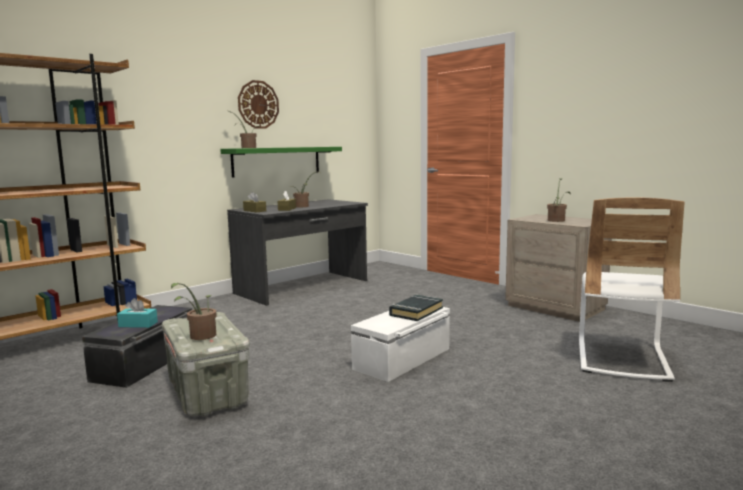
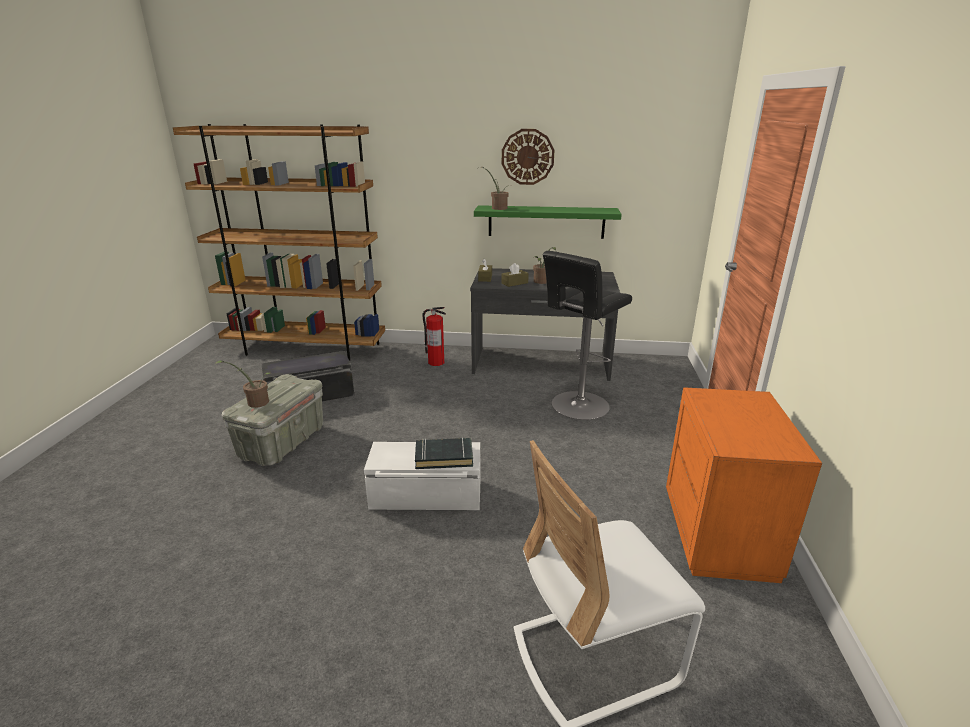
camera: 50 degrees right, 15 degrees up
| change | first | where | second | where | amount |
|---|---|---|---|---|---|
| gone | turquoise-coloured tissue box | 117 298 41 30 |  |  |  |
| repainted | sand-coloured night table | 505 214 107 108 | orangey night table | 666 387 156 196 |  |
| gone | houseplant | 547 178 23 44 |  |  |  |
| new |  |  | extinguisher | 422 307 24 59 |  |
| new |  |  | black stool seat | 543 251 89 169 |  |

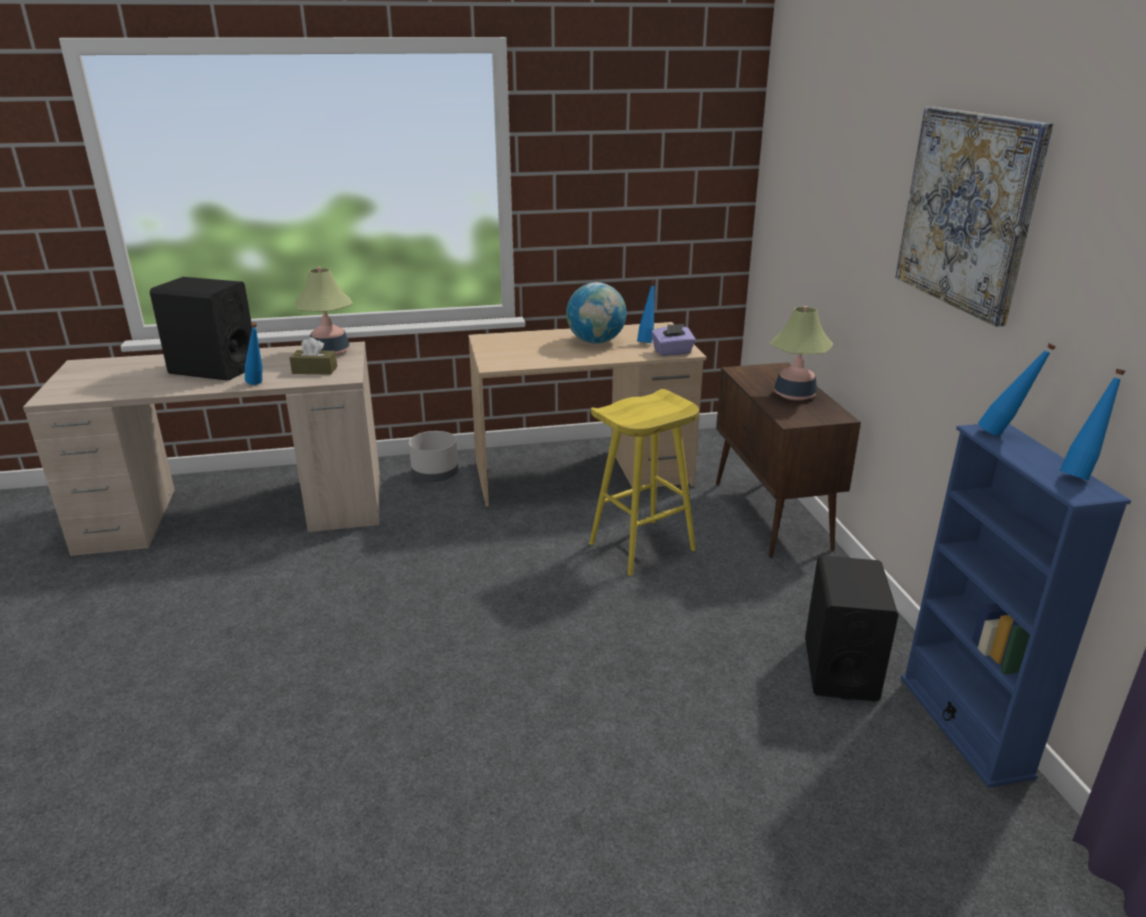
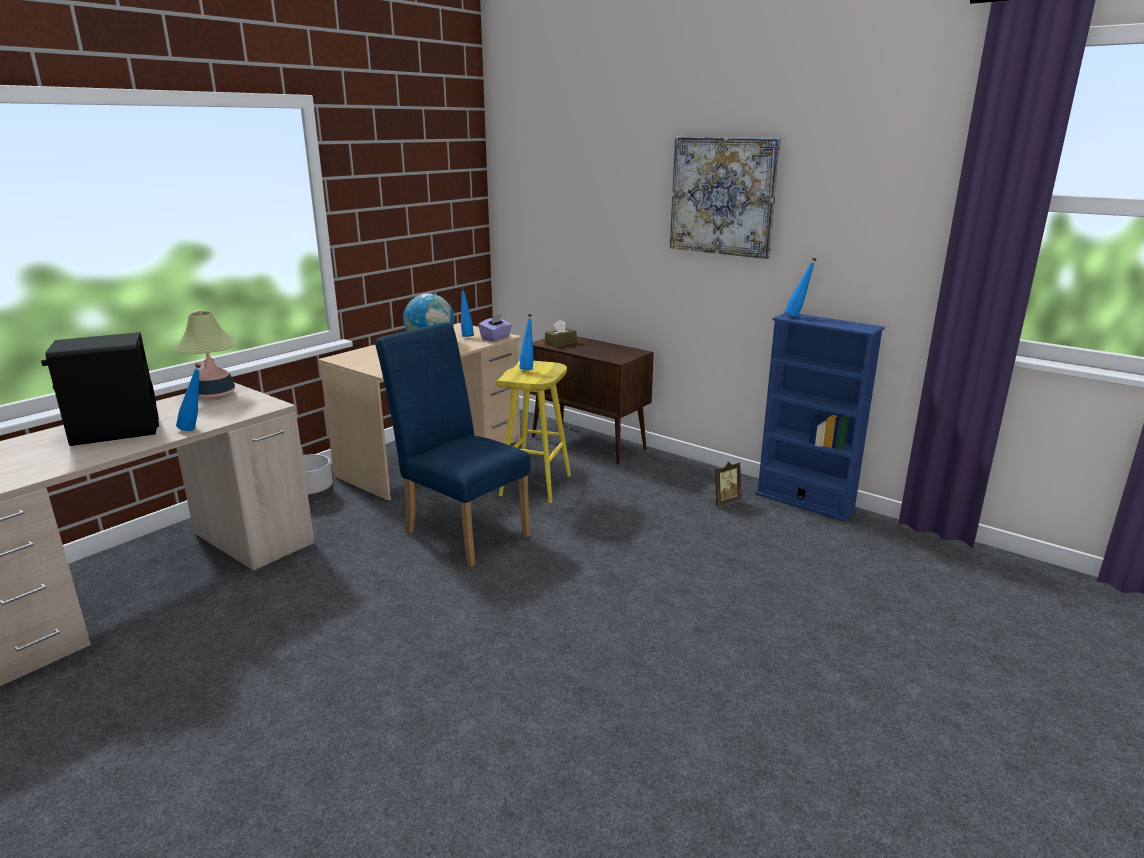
camera: 40 degrees left, 5 degrees down
| change | first | where | second | where | amount |
|---|---|---|---|---|---|
| shifted | brown tissue box | 289 337 48 38 |  | 545 319 32 28 |  |
| gone | tabletop lamp | 769 306 64 95 |  |  |  |
| swapped | black loudspeaker | 805 556 94 146 | photo frame | 710 462 31 45 |  |
| shifted | bluish beverage bottle | 1060 369 66 111 |  | 519 314 15 56 |  |
| new |  |  | bluish plain chair | 375 322 156 245 |  |

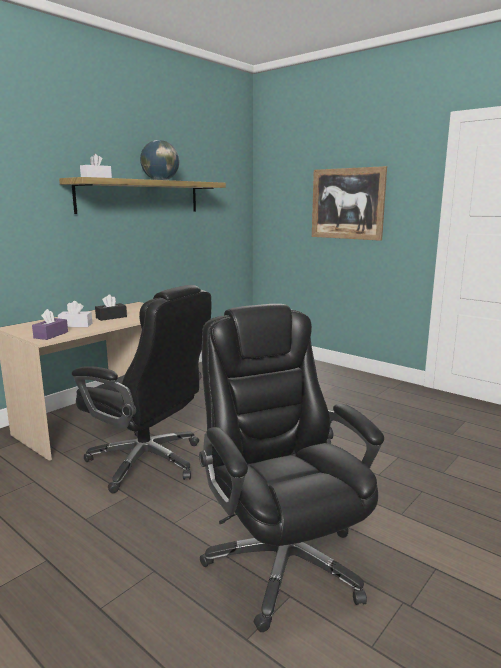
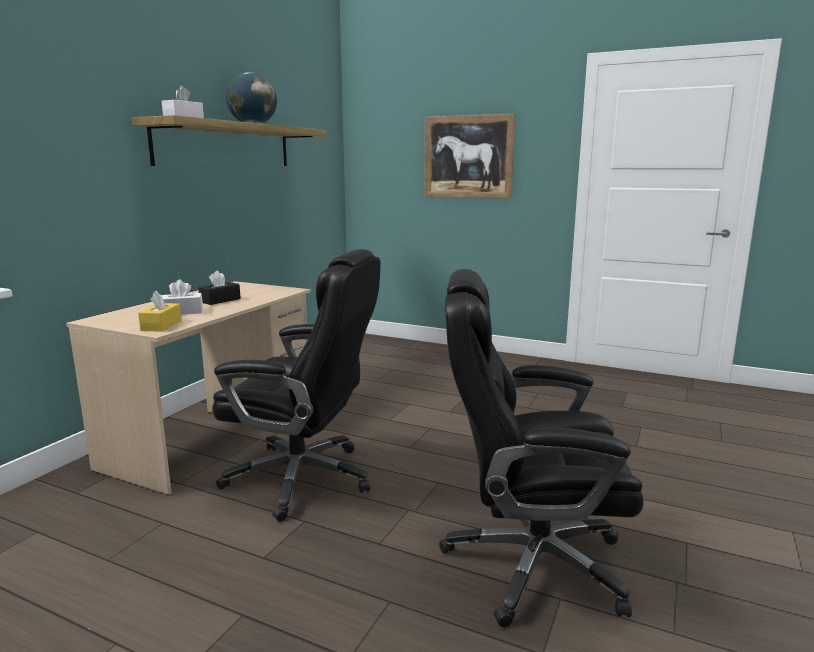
camera: 15 degrees left, 0 degrees up
| change | first | where | second | where | amount |
|---|---|---|---|---|---|
| repainted | purple-coloured tissue box | 32 309 36 31 | yellowish tissue box | 138 291 43 41 |  |
| rotated | black office chair | 199 304 185 328 |  | 439 269 205 358 | 45 degrees counterclockwise |

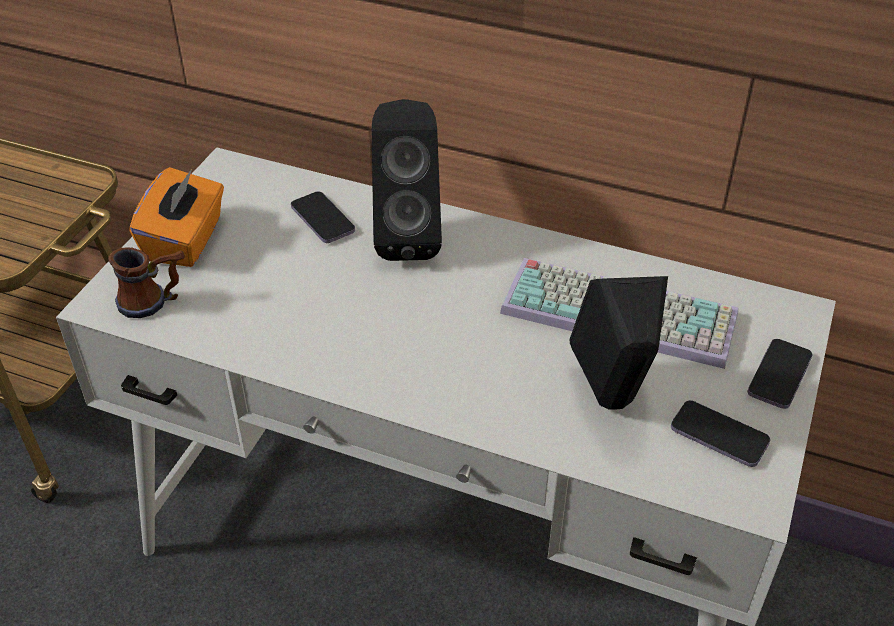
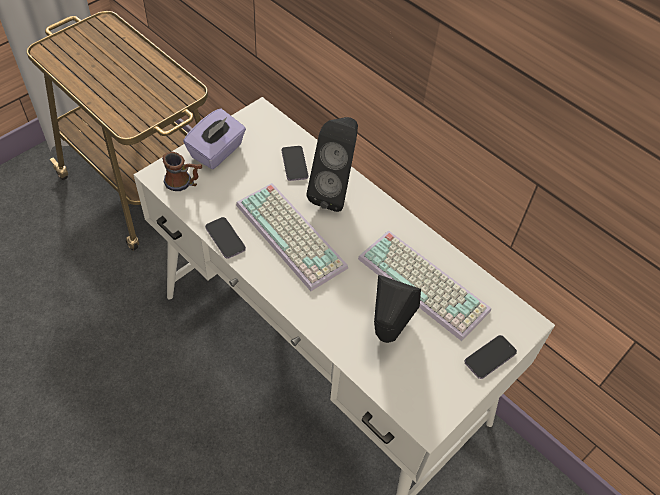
camera: 20 degrees right, 10 degrees up
| change | first | where | second | where | amount |
|---|---|---|---|---|---|
| repainted | orangey tissue box | 129 167 95 100 | purple-coloured tissue box | 183 108 63 61 |  |
| shifted | phone | 671 400 99 67 |  | 205 217 41 42 |  |
| new |  |  | PC keyboard | 236 183 112 108 |  |

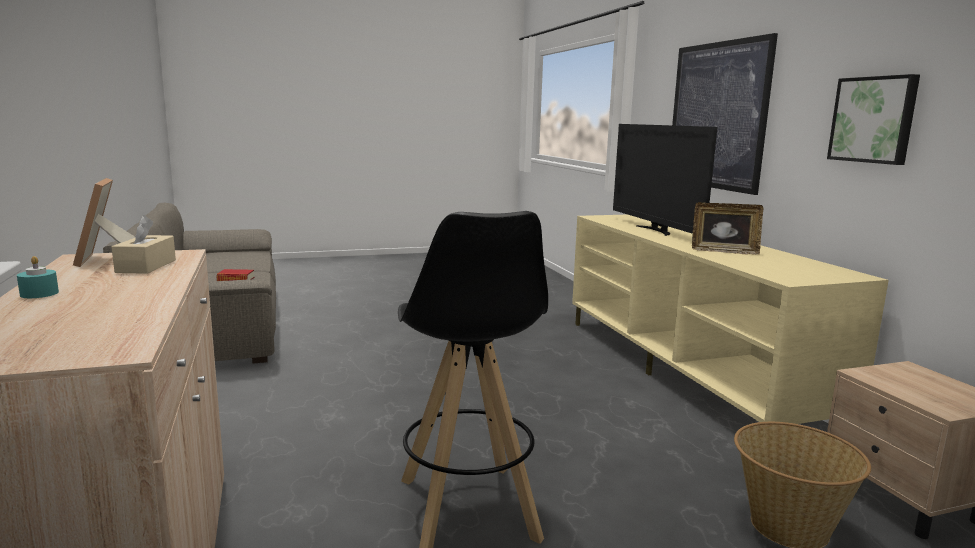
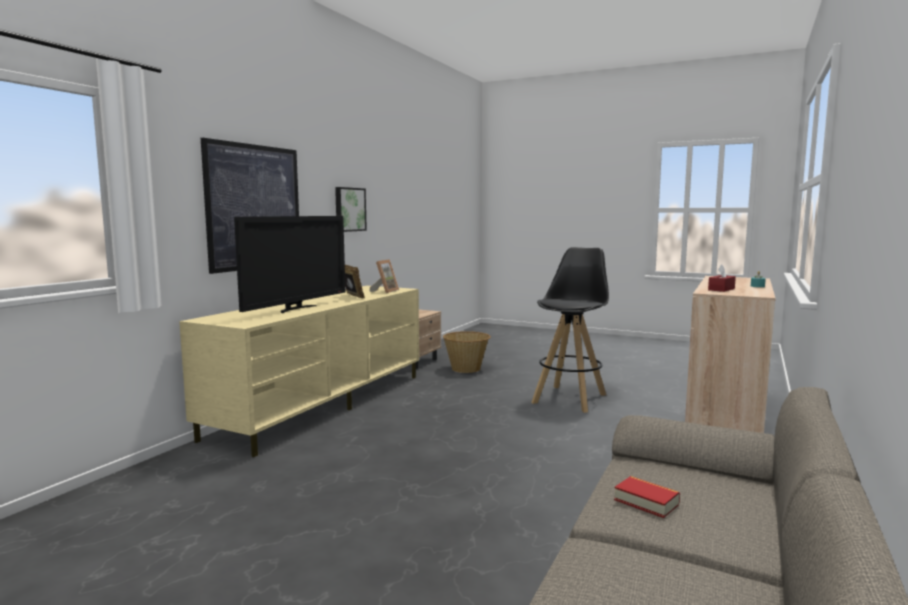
camera: 135 degrees left, 5 degrees down
| change | first | where | second | where | amount |
|---|---|---|---|---|---|
| shifted | photo frame | 73 178 63 89 |  | 370 259 29 34 |  |
| repainted | sand-coloured tissue box | 112 215 64 59 | reddish tissue box | 708 265 28 27 |  |

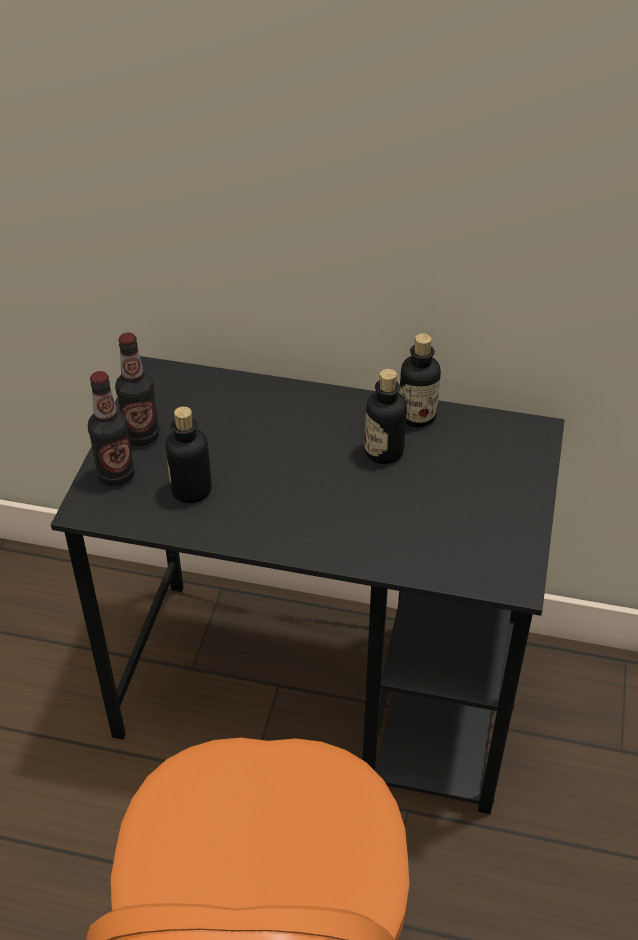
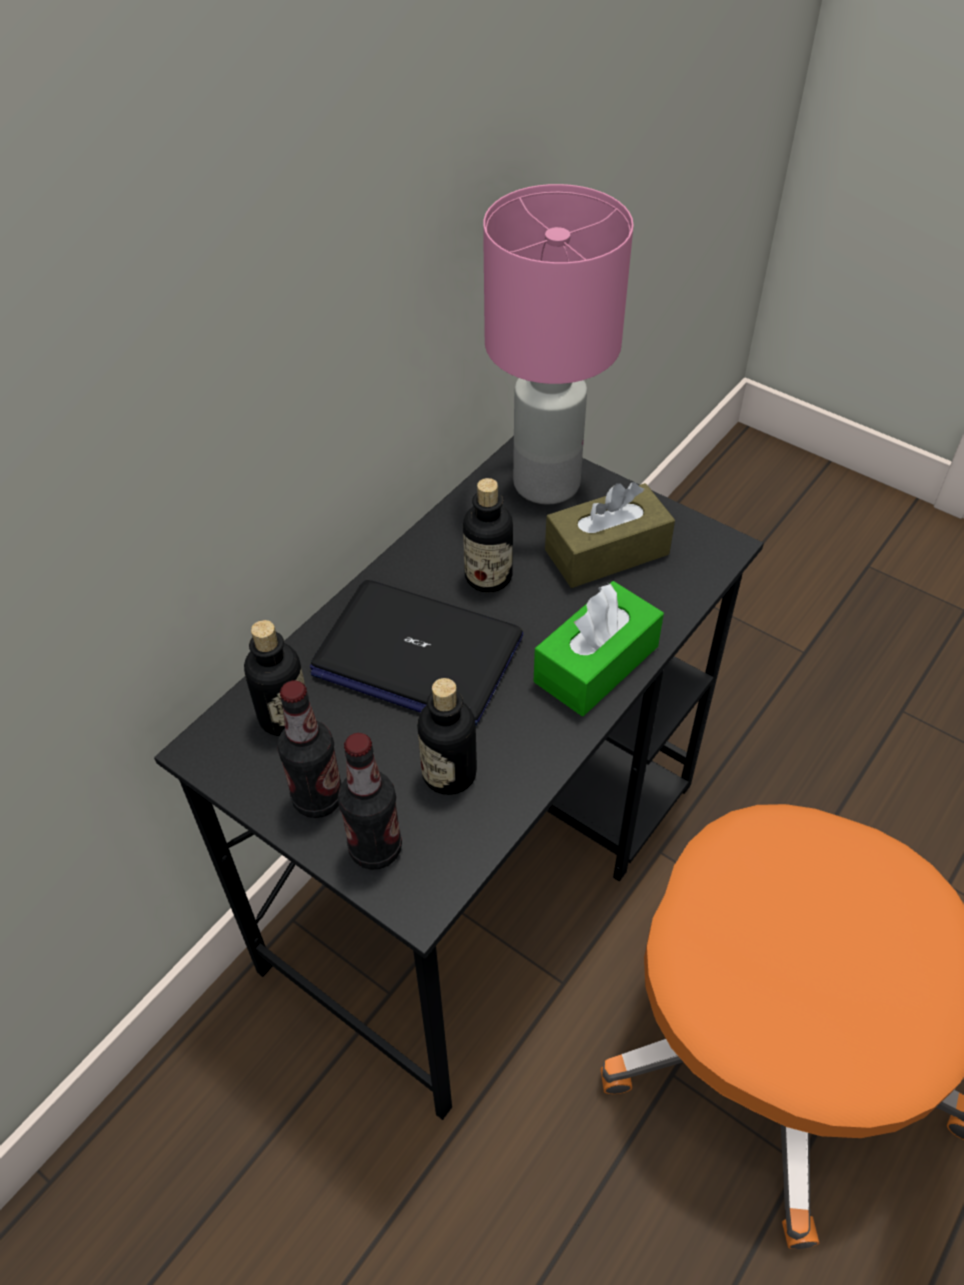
camera: 65 degrees left, 5 degrees up
| change | first | where | second | where | amount |
|---|---|---|---|---|---|
| shifted | beverage bottle | 399 333 42 94 |  | 244 620 62 116 |  |
| new |  |  | laptop | 310 580 213 146 |  |
| new |  |  | pinkish tabletop lamp | 483 184 151 321 |  |
| new |  |  | green-coloured tissue box | 534 581 130 135 |  |
| new |  |  | brown tissue box | 545 482 130 106 |  |

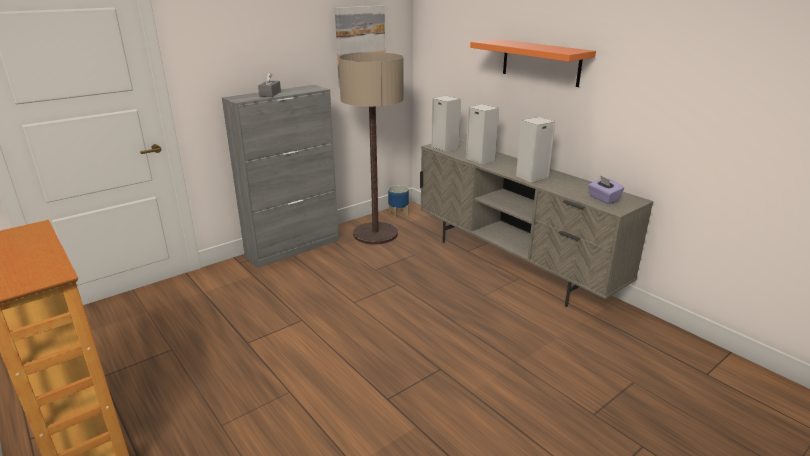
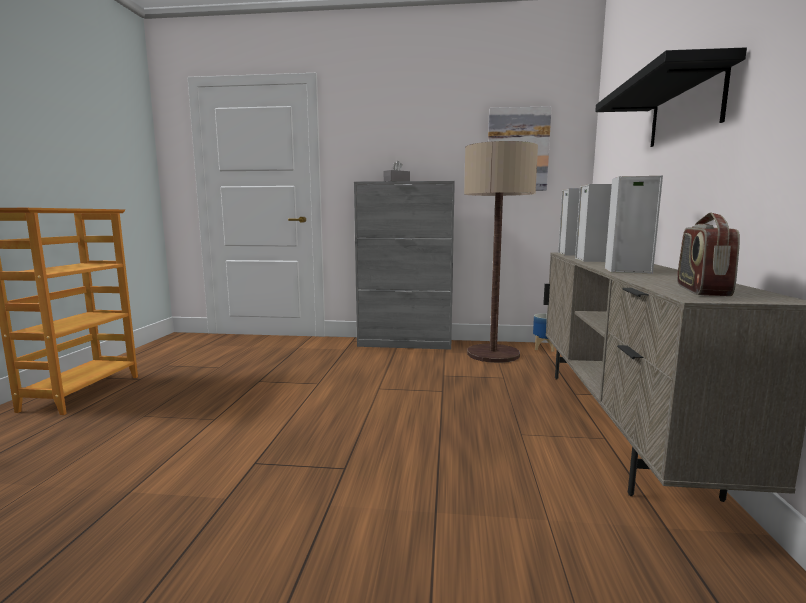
camera: 45 degrees right, 15 degrees down
| change | first | where | second | where | amount |
|---|---|---|---|---|---|
| repainted | orangey bracket shelf | 470 39 126 48 | black bracket shelf | 595 47 152 100 |  |
| swapped | purple-coloured tissue box | 588 175 36 29 | radio receiver | 677 212 63 84 |  |

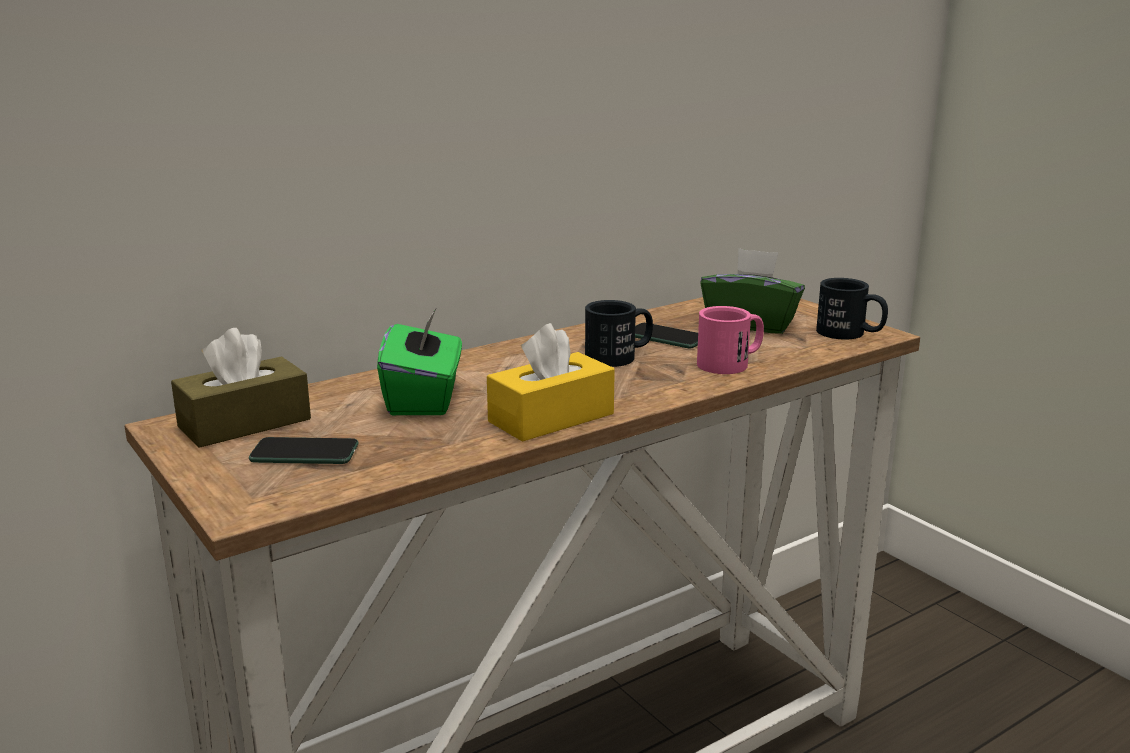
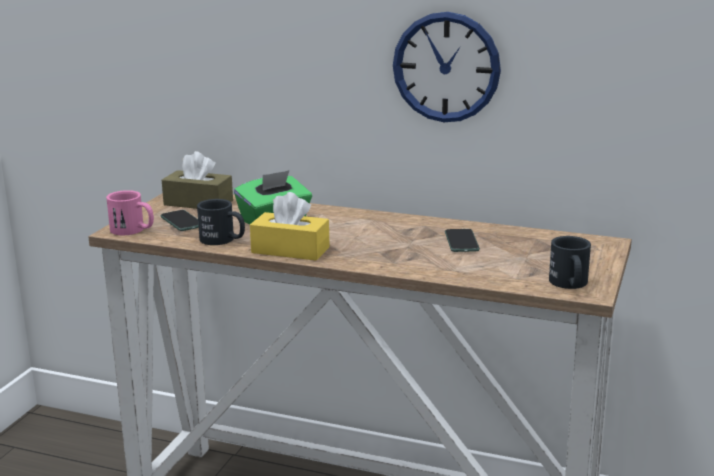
camera: 55 degrees right, 0 degrees up
| change | first | where | second | where | amount |
|---|---|---|---|---|---|
| shifted | black mug | 585 300 68 67 |  | 197 199 48 46 |  |
| shifted | pinkish mug | 697 306 67 68 |  | 106 190 48 45 |  |
| gone | green-coloured tissue box | 700 248 105 86 |  |  |  |
| new |  |  | wall clock | 393 12 108 110 |  |

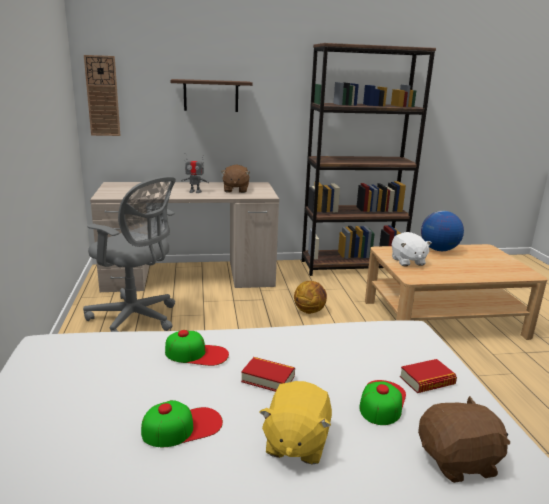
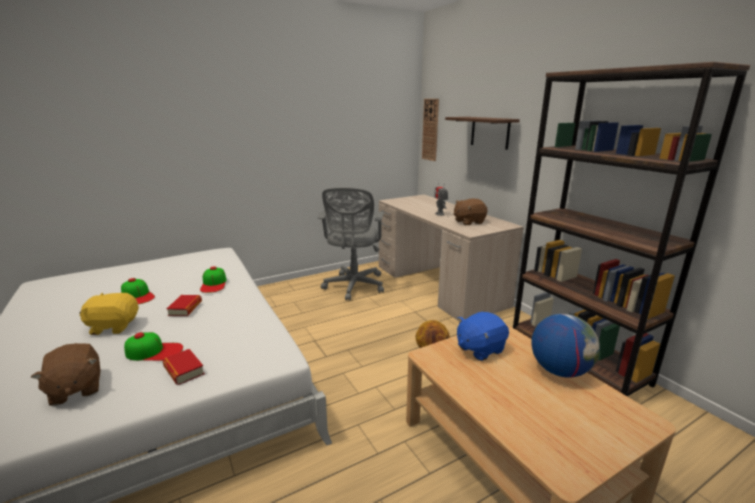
camera: 70 degrees right, 0 degrees up
| change | first | where | second | where | amount |
|---|---|---|---|---|---|
| repainted | white soft toy | 392 232 40 35 | bluish soft toy | 457 312 52 49 |  |

